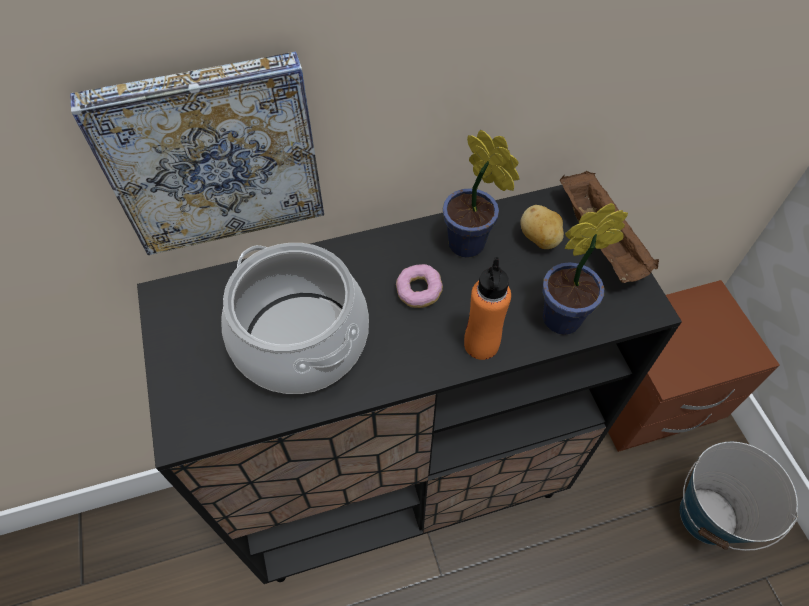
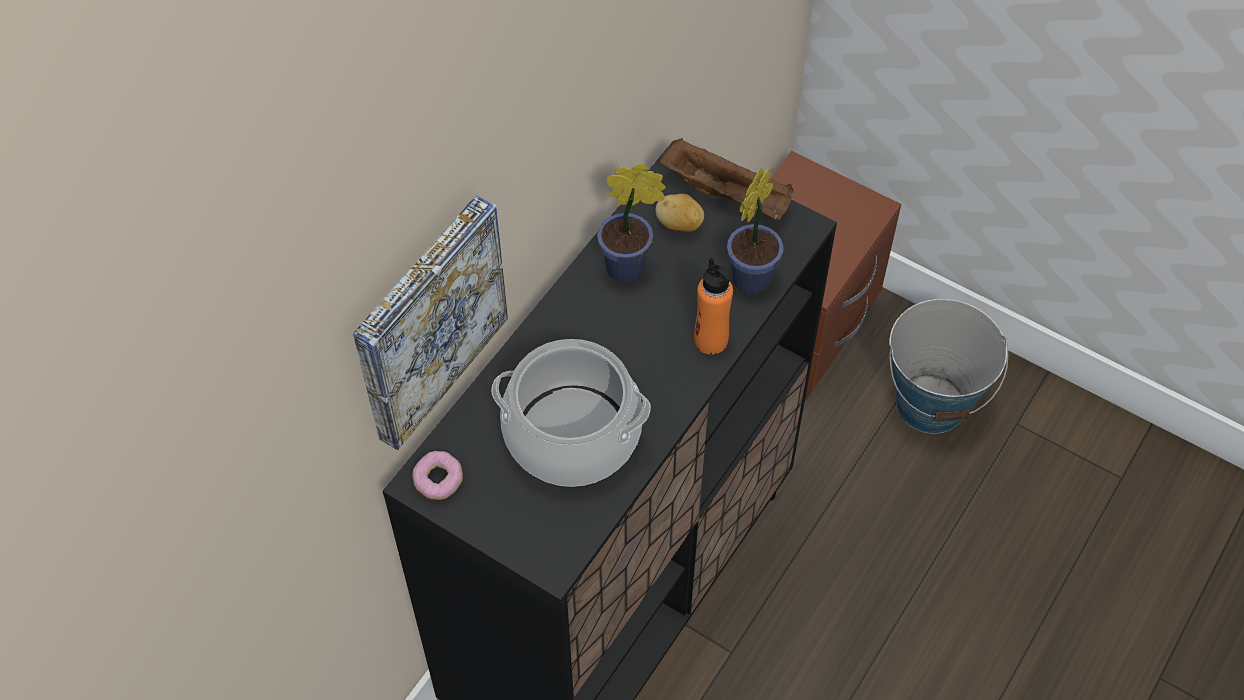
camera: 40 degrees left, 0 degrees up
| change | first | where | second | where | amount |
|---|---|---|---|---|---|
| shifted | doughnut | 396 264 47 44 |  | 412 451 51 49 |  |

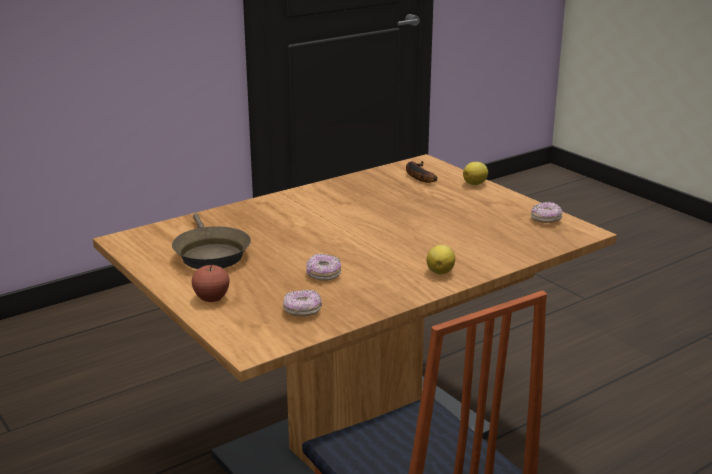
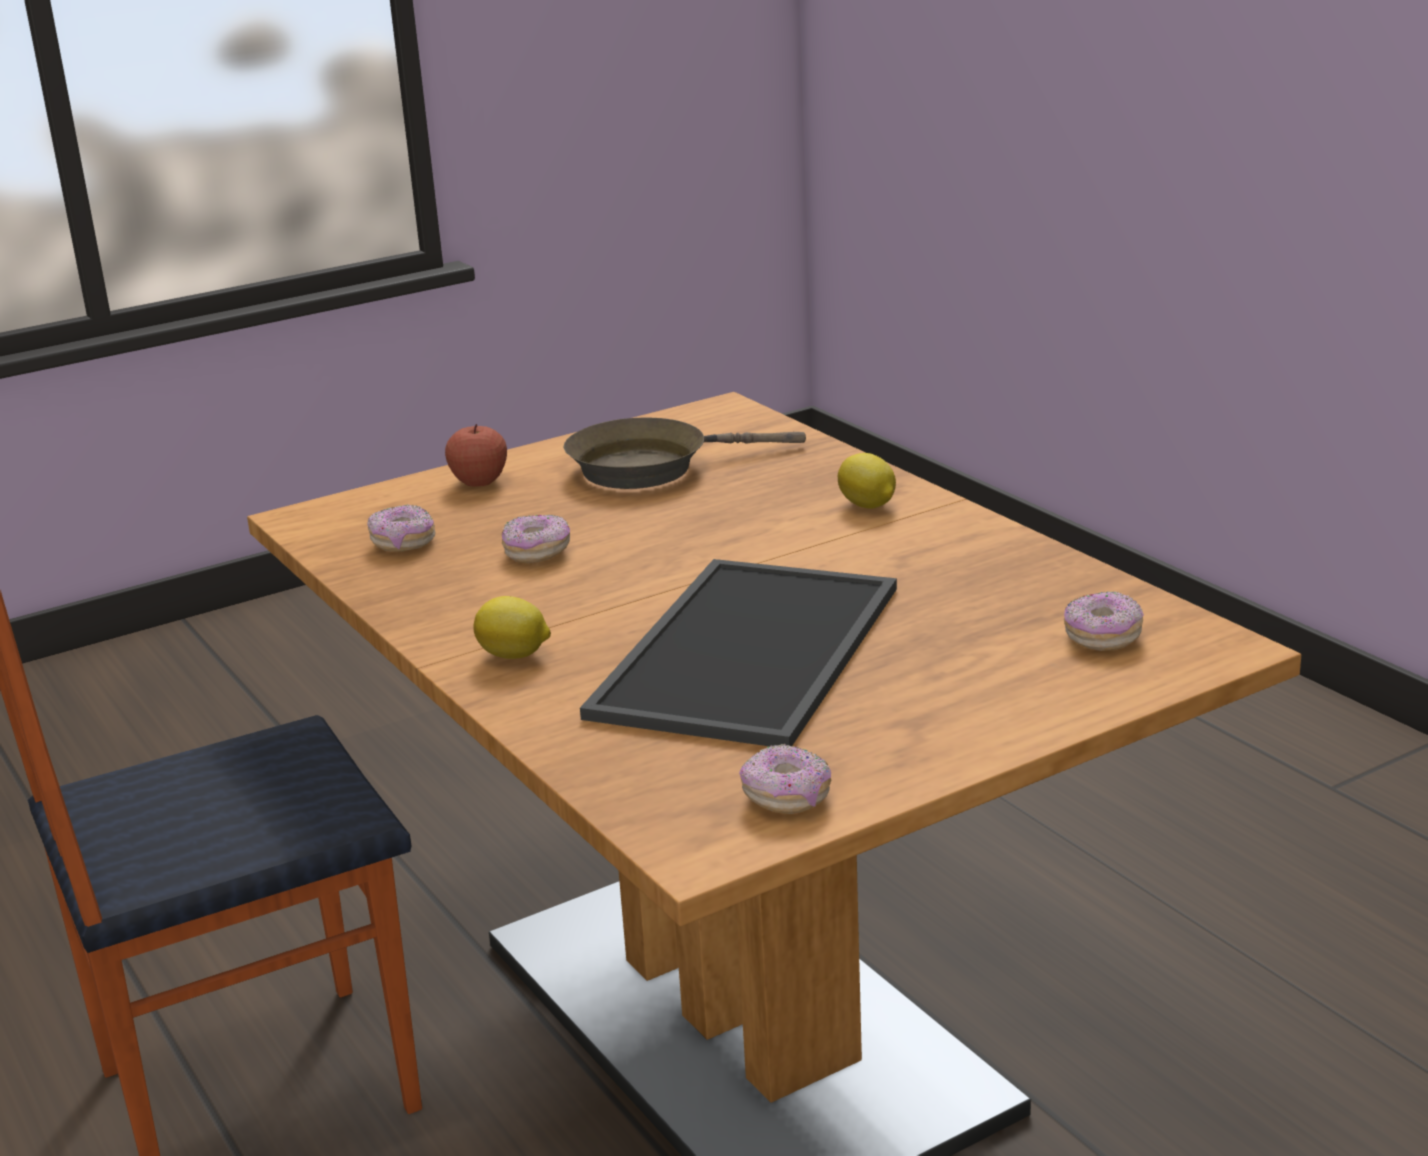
camera: 95 degrees right, 0 degrees up
| change | first | where | second | where | amount |
|---|---|---|---|---|---|
| swapped | banana fruit | 406 161 32 22 | doughnut | 1064 592 80 59 |  |
| shifted | lemon | 463 162 25 23 |  | 838 453 58 56 |  |
| new |  |  | carrying tray | 580 559 317 188 |  |

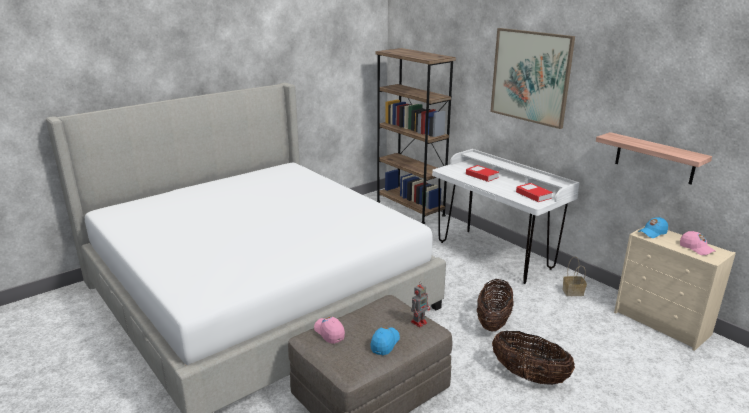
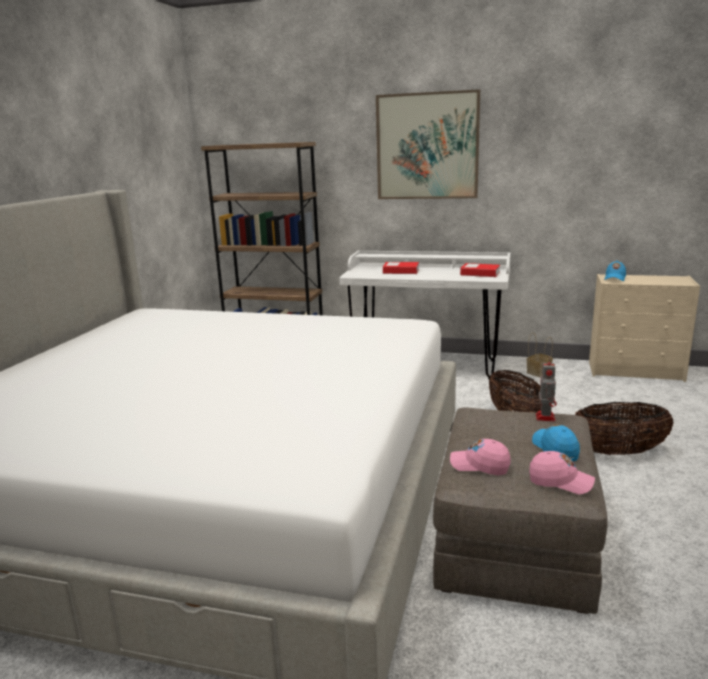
camera: 35 degrees left, 5 degrees down
| change | first | where | second | where | amount |
|---|---|---|---|---|---|
| gone | bracket shelf | 596 132 116 53 |  |  |  |
| shifted | pinkish cap | 680 231 36 24 |  | 529 451 66 43 |  |

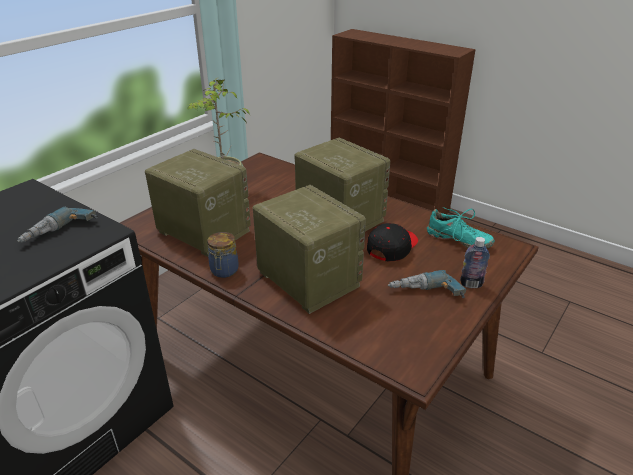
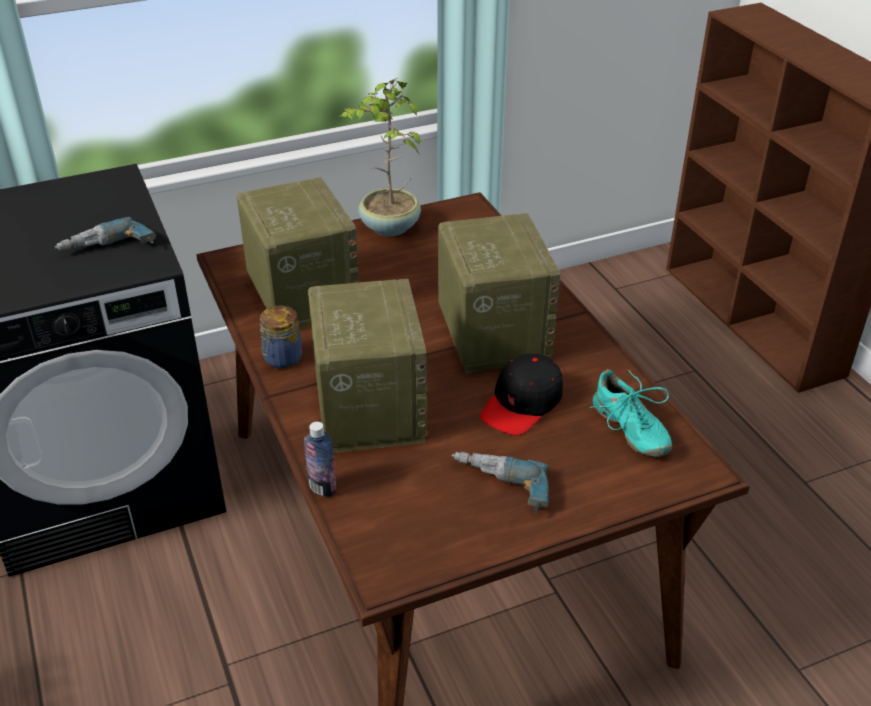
camera: 30 degrees right, 5 degrees up
| change | first | where | second | where | amount |
|---|---|---|---|---|---|
| rotated | black cap | 367 223 51 38 |  | 480 353 83 83 | 150 degrees clockwise |
| shifted | beverage bottle | 460 237 30 51 |  | 304 421 33 76 |  |

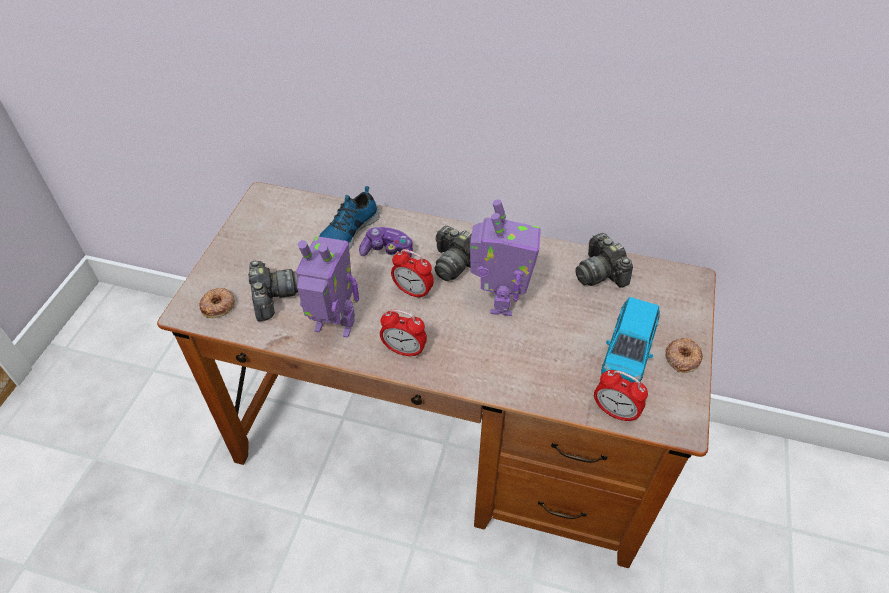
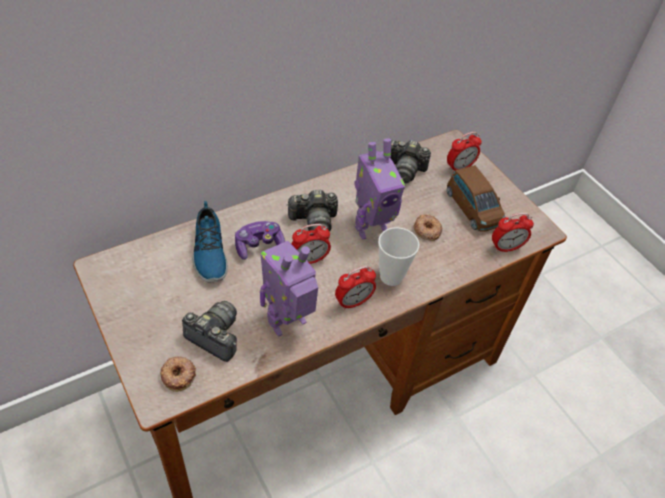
camera: 50 degrees left, 0 degrees up
| change | first | where | second | where | amount |
|---|---|---|---|---|---|
| rotated | robot figure | 470 199 71 117 |  | 354 138 51 102 | 105 degrees clockwise |
| repainted | bluish model car | 601 297 59 85 | brown model car | 447 165 58 67 |  |
| shifted | doughnut | 665 338 38 35 |  | 413 215 29 26 |  |
| new |  |  | small cup | 378 227 41 59 |  |
| new |  |  | alarm clock | 447 132 35 41 |  |

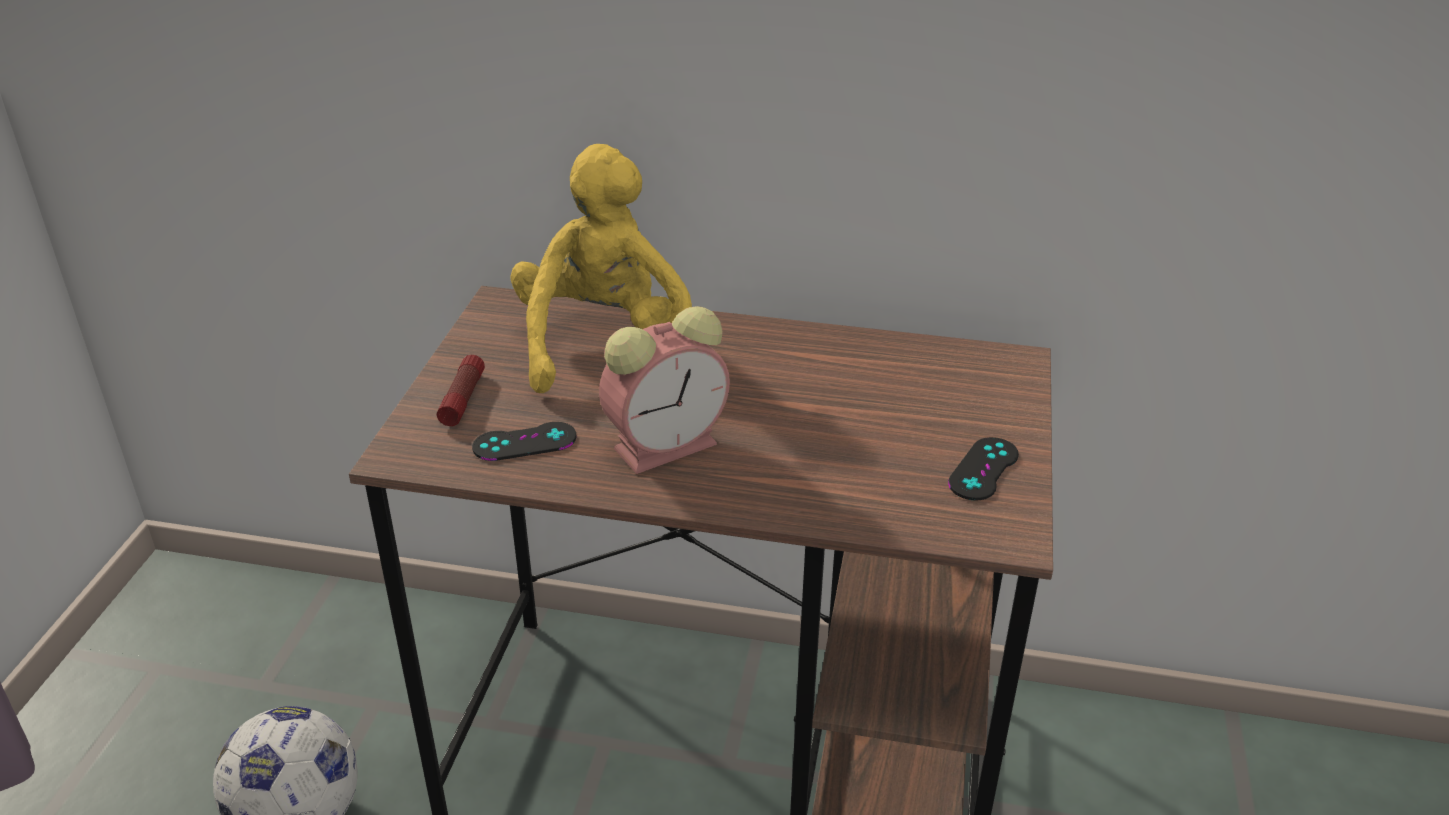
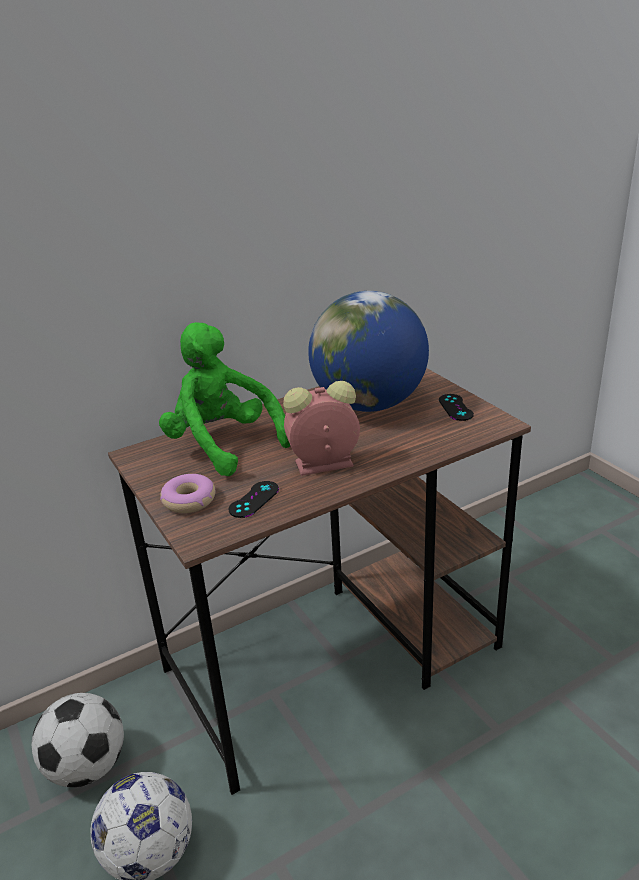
camera: 40 degrees left, 5 degrees down
| change | first | where | second | where | amount |
|---|---|---|---|---|---|
| swapped | flashlight | 437 355 48 71 | doughnut | 160 474 55 39 |  |
| repainted | yellowish soft toy | 511 144 181 249 | green-coloured soft toy | 159 322 131 154 |  |
| rotated | alarm clock | 599 306 131 168 |  | 283 381 77 95 | 120 degrees counterclockwise |
| new |  |  | football | 31 693 93 94 |  |
| new |  |  | world globe | 308 291 121 121 |  |

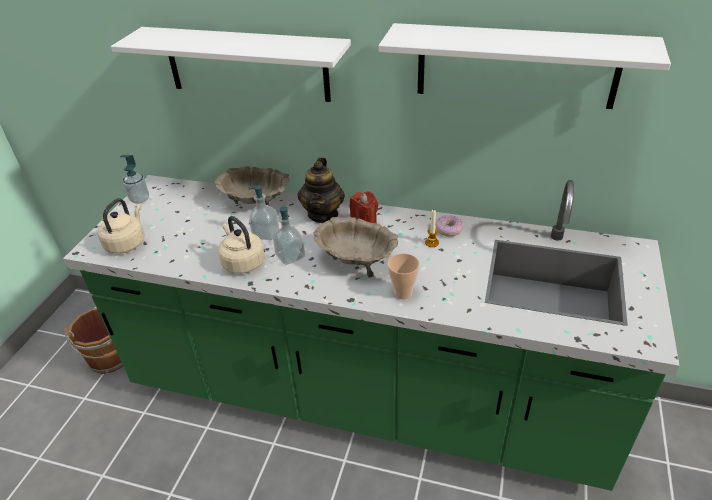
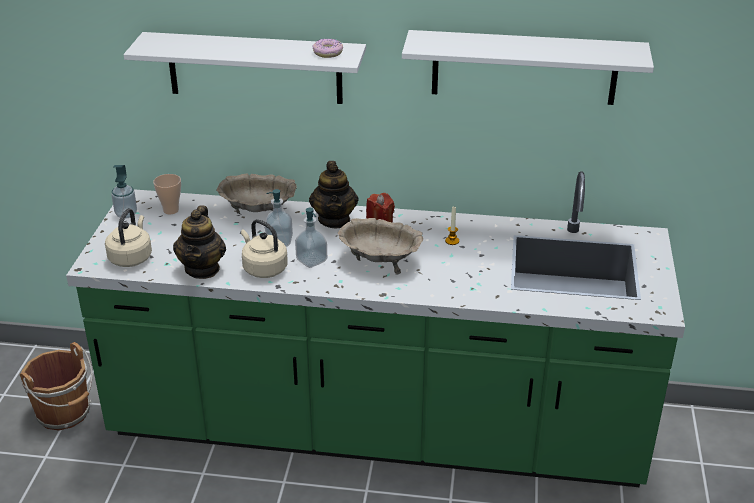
camera: 10 degrees left, 5 degrees down
| change | first | where | second | where | amount |
|---|---|---|---|---|---|
| shifted | small cup | 388 253 32 46 |  | 153 174 28 40 |  |
| shifted | doughnut | 435 215 29 22 |  | 312 39 31 19 |  |
| new |  |  | teapot | 173 206 53 73 |  |

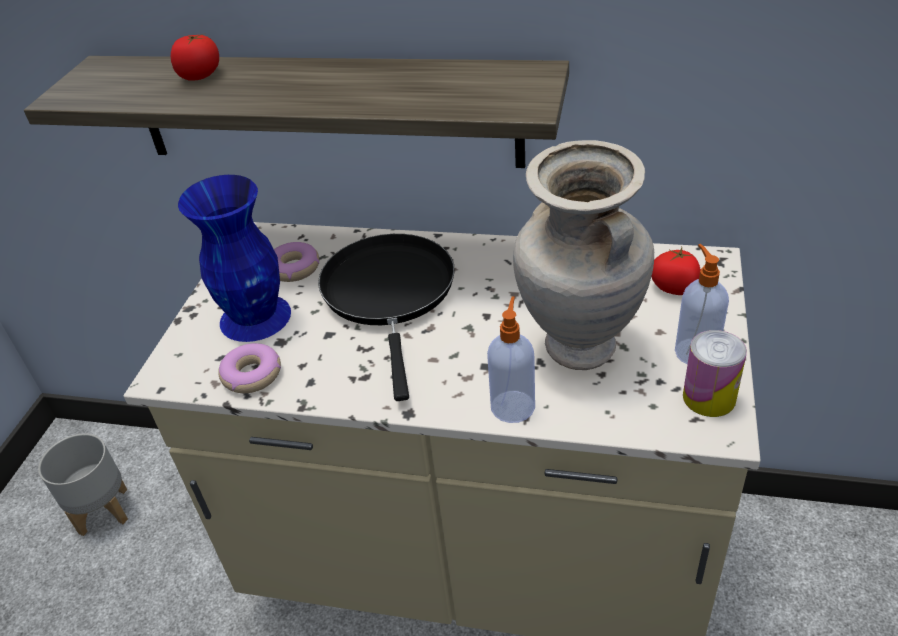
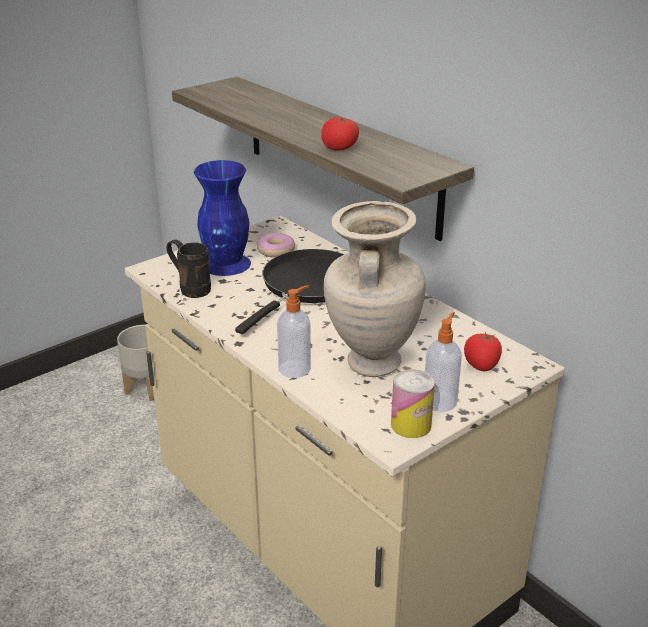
camera: 35 degrees right, 10 degrees down
| change | first | where | second | where | amount |
|---|---|---|---|---|---|
| shifted | tomato | 171 34 48 47 |  | 321 117 38 34 |  |
| swapped | doughnut | 218 343 63 50 | black mug | 166 239 45 59 |  |

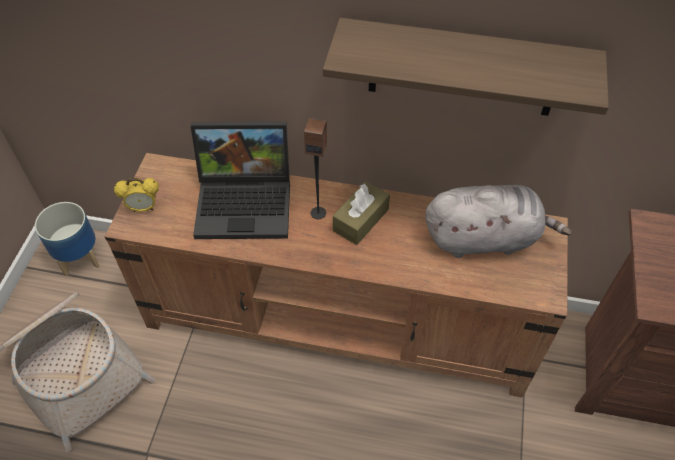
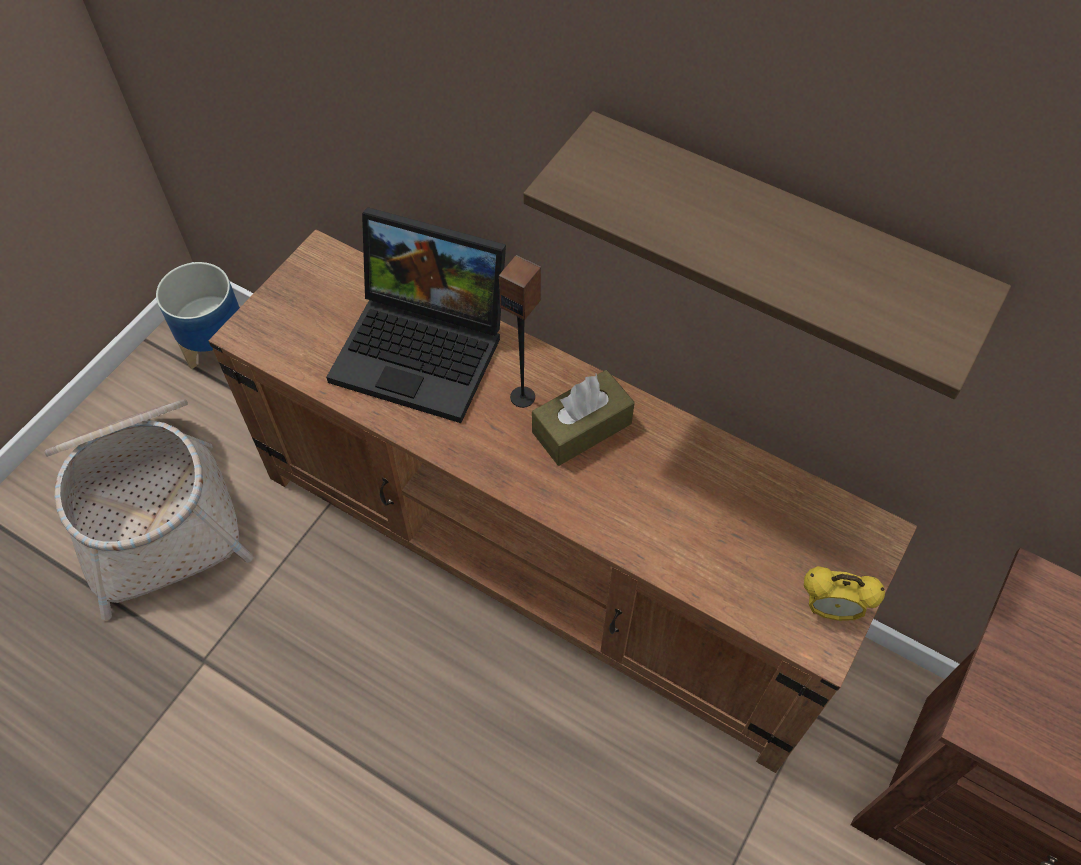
camera: 20 degrees right, 5 degrees up
| change | first | where | second | where | amount |
|---|---|---|---|---|---|
| shifted | alarm clock | 114 178 45 34 |  | 804 566 81 55 |  |
| gone | greyish soft toy | 426 184 146 74 |  |  |  |

